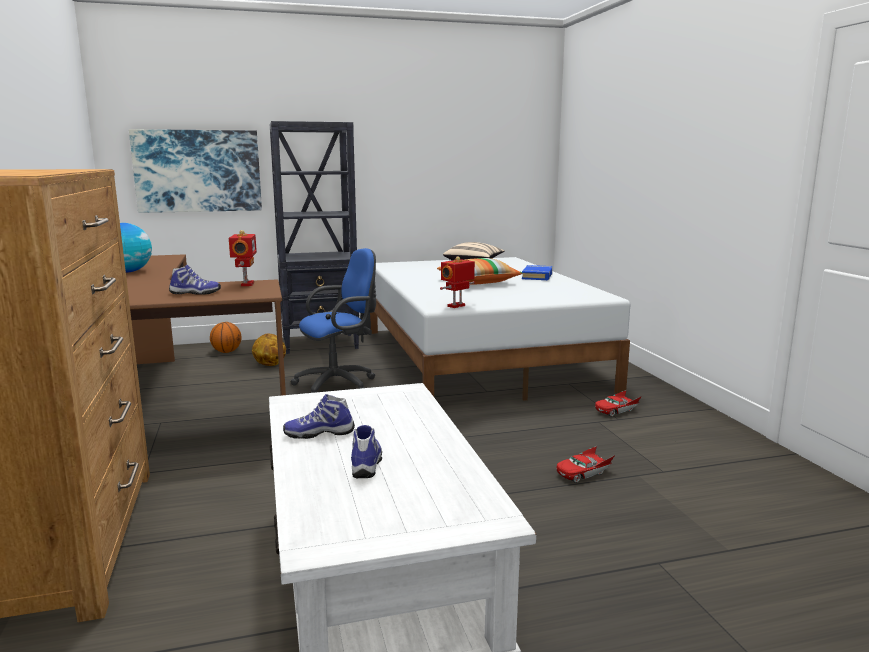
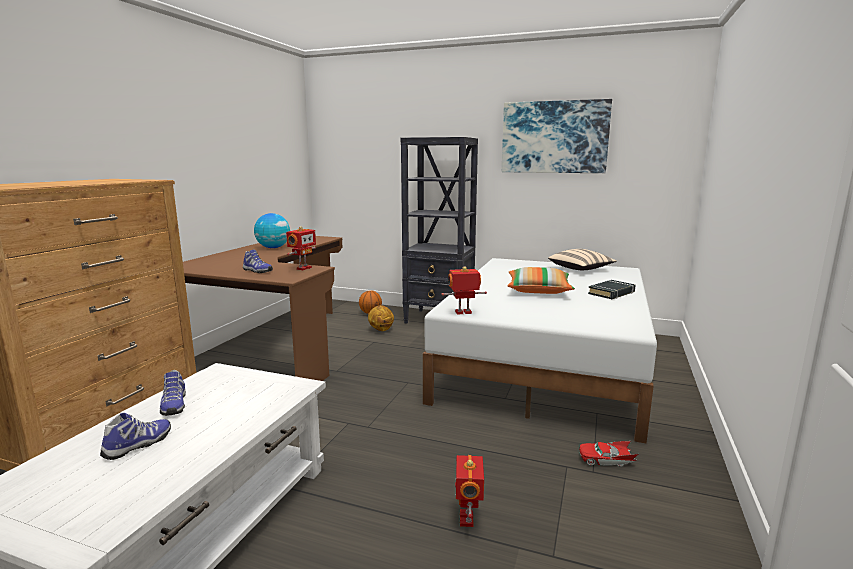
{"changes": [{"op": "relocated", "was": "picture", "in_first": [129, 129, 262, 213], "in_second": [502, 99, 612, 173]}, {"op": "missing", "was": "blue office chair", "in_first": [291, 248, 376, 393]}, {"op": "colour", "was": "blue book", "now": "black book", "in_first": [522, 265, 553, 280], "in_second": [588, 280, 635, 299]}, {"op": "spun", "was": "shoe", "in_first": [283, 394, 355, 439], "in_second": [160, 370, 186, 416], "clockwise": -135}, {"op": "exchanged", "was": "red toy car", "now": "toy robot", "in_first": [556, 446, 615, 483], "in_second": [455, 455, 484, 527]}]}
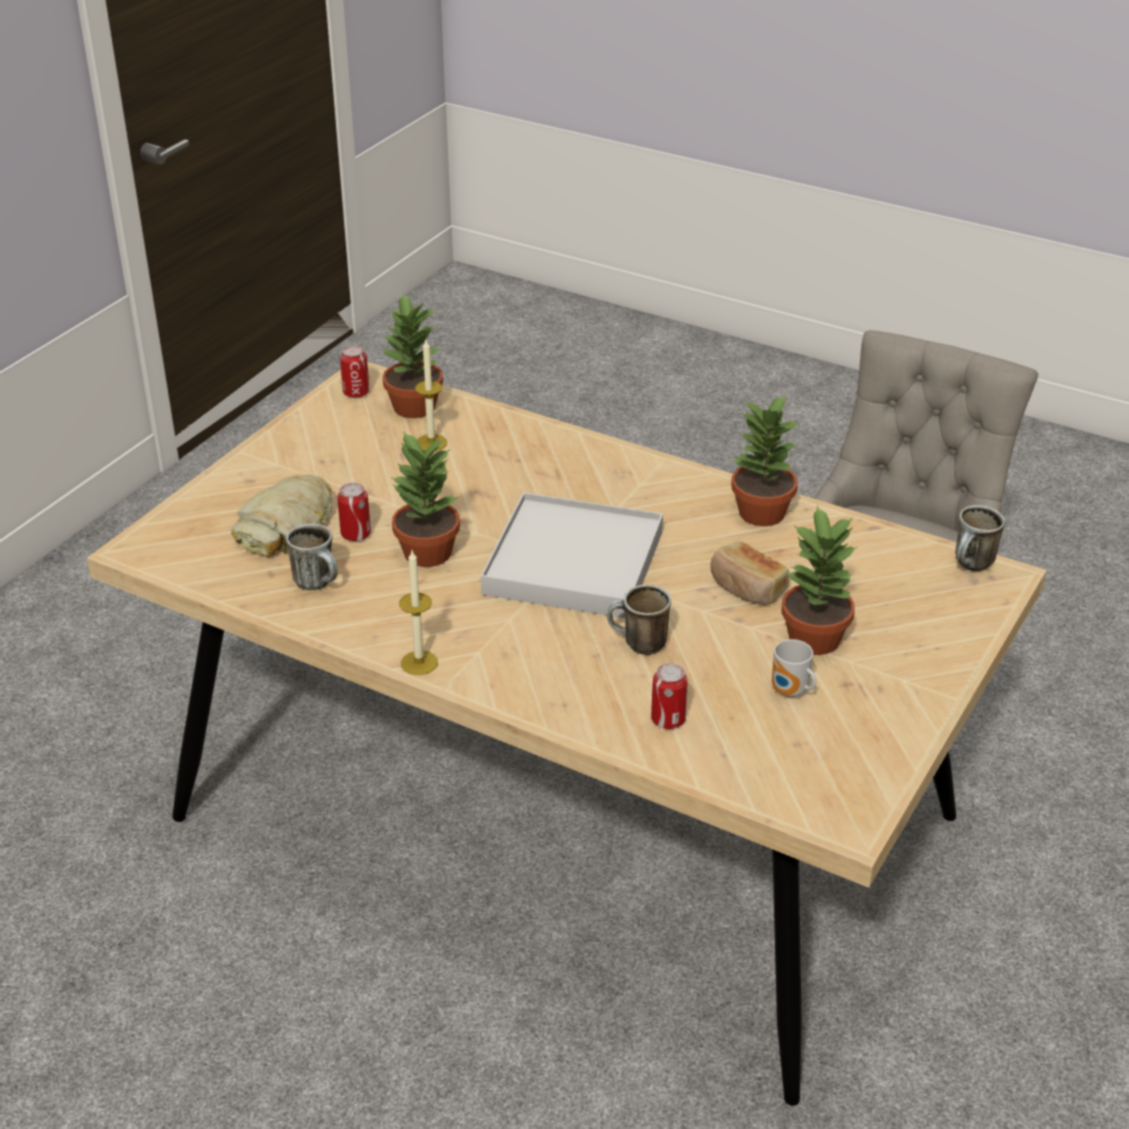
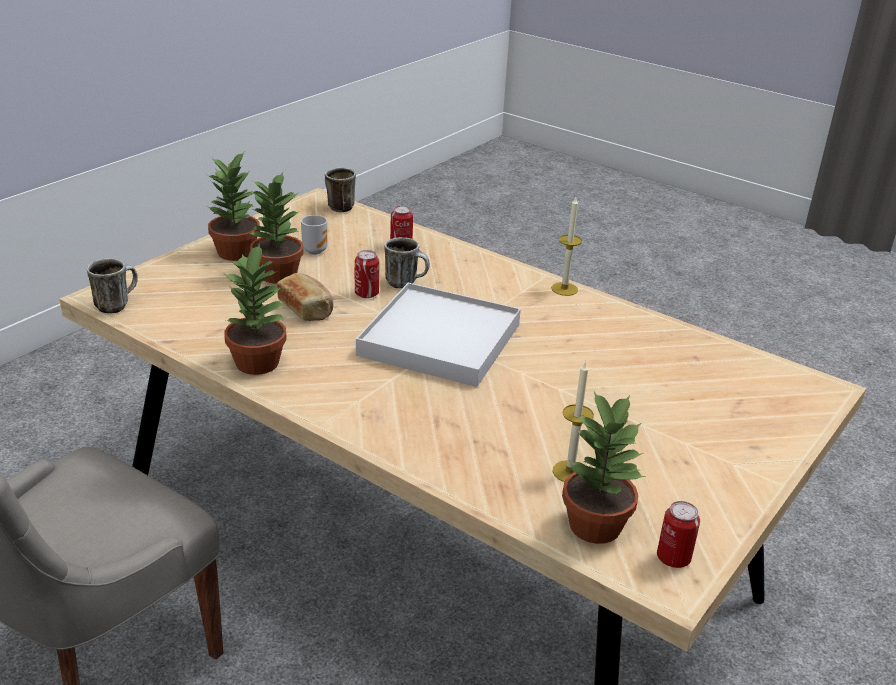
{"changes": [{"op": "relocated", "was": "potted plant", "in_first": [390, 431, 460, 567], "in_second": [207, 152, 260, 261]}, {"op": "missing", "was": "bread", "in_first": [231, 475, 332, 557]}, {"op": "relocated", "was": "can", "in_first": [337, 483, 371, 541], "in_second": [355, 250, 379, 298]}, {"op": "relocated", "was": "mug", "in_first": [286, 524, 338, 590], "in_second": [325, 167, 356, 212]}]}
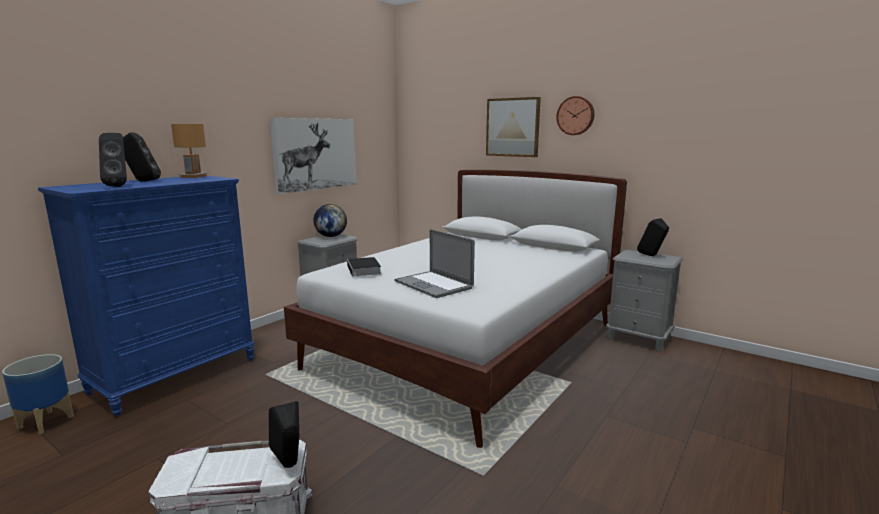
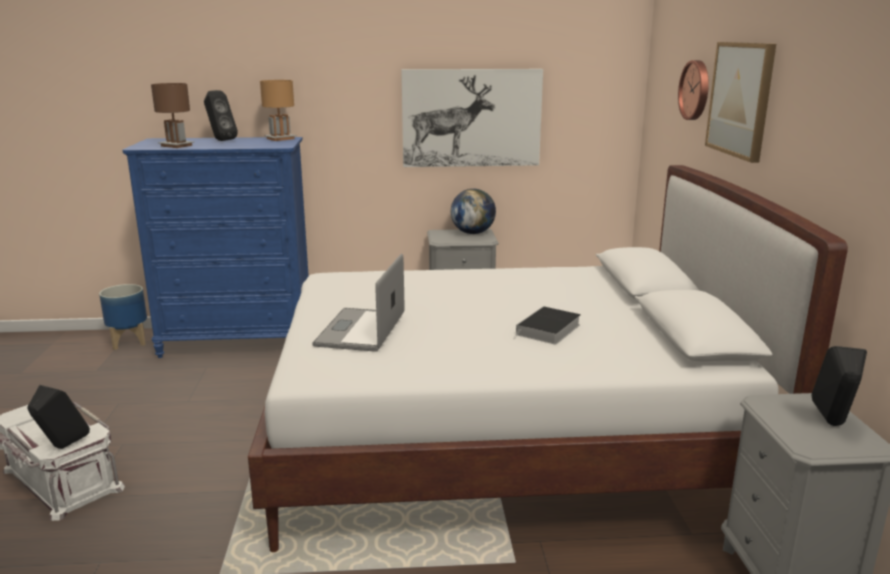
{"changes": [{"op": "relocated", "was": "wall clock", "in_first": [556, 96, 594, 135], "in_second": [678, 60, 709, 120]}, {"op": "exchanged", "was": "black speaker", "now": "brown table lamp", "in_first": [99, 133, 127, 187], "in_second": [151, 83, 194, 148]}, {"op": "relocated", "was": "book", "in_first": [347, 257, 381, 277], "in_second": [513, 306, 581, 345]}]}
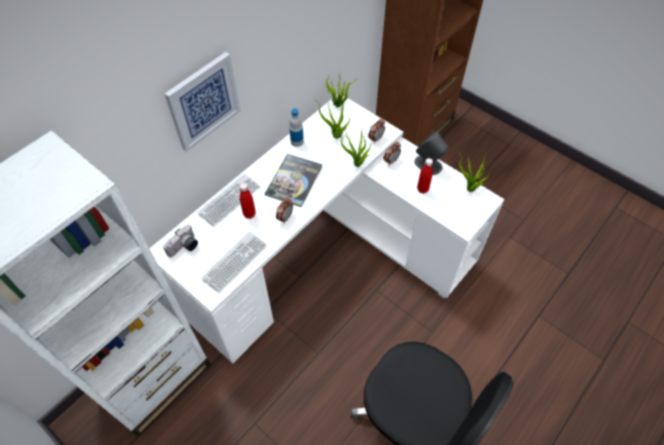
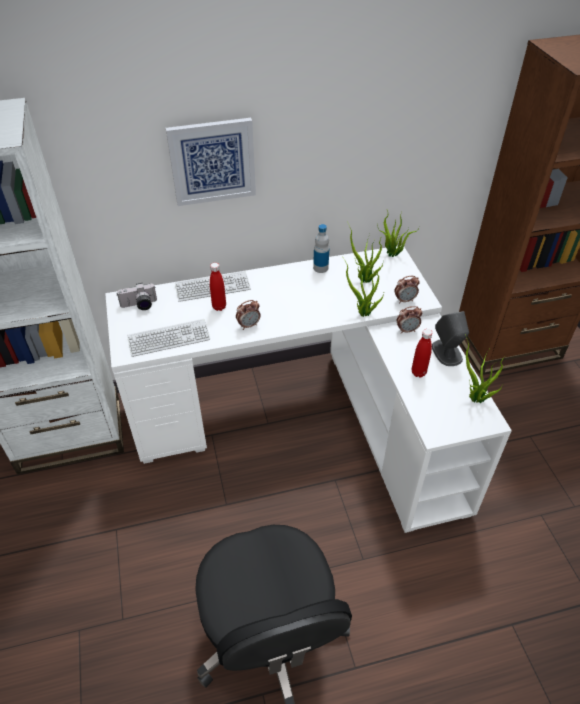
{"changes": [{"op": "missing", "was": "book", "in_first": [265, 154, 322, 207]}]}
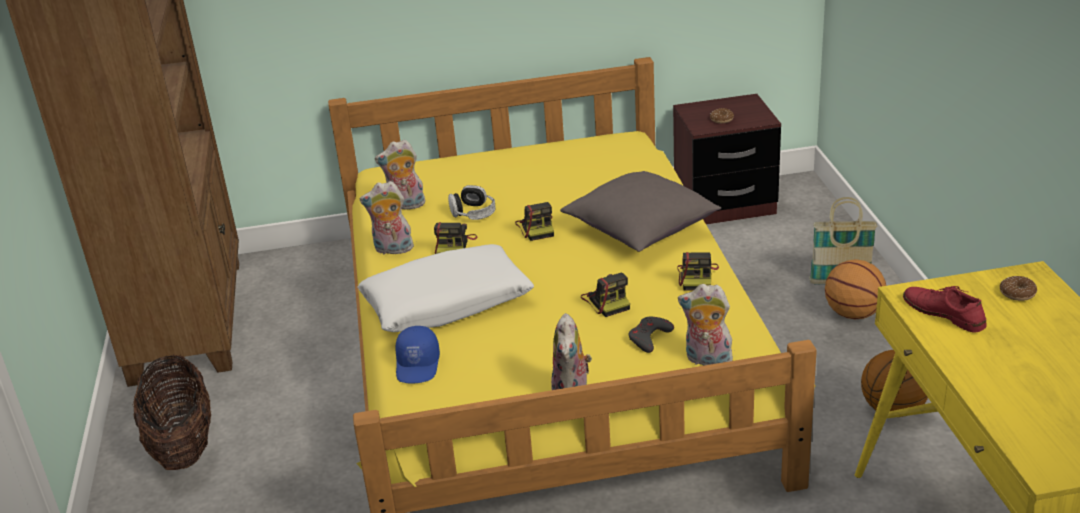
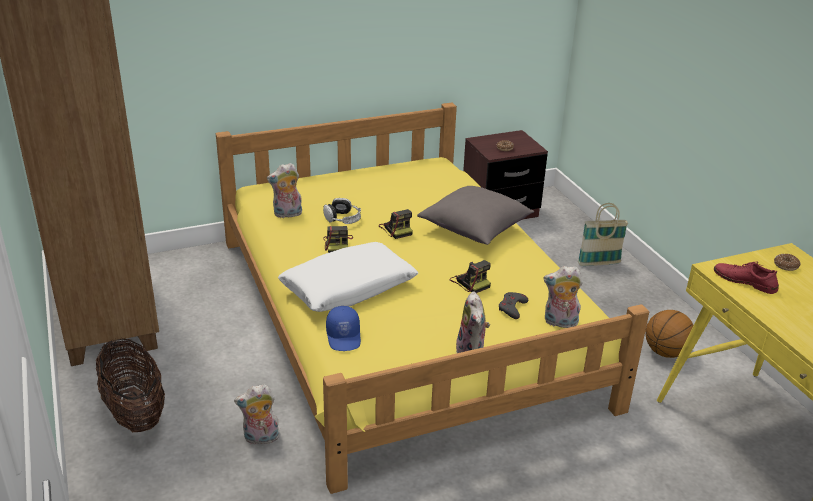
{"changes": [{"op": "relocated", "was": "plush toy", "in_first": [360, 181, 415, 254], "in_second": [234, 384, 280, 445]}, {"op": "missing", "was": "photo camera", "in_first": [677, 252, 719, 291]}, {"op": "missing", "was": "basketball", "in_first": [825, 259, 886, 320]}]}
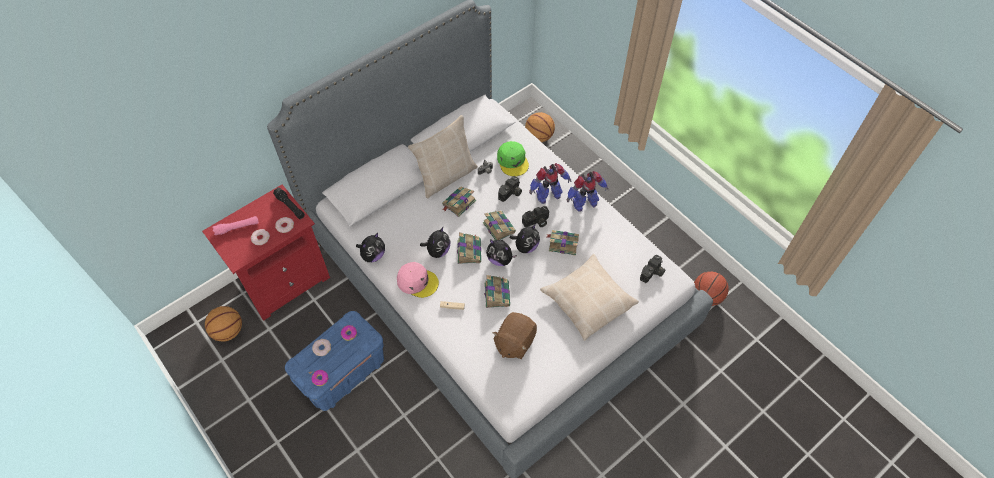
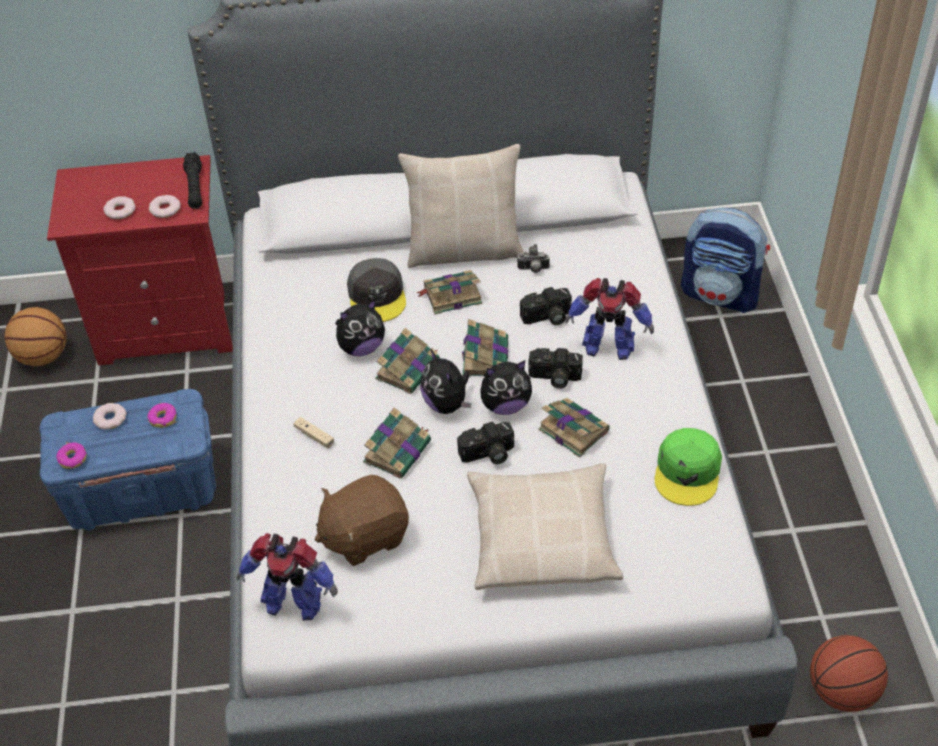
{"changes": [{"op": "exchanged", "was": "basketball", "now": "backpack", "in_first": [525, 112, 555, 142], "in_second": [681, 208, 770, 313]}, {"op": "relocated", "was": "green cap", "in_first": [497, 141, 529, 176], "in_second": [655, 428, 722, 506]}, {"op": "relocated", "was": "toy robot", "in_first": [566, 171, 609, 212], "in_second": [237, 533, 338, 620]}, {"op": "missing", "was": "pink flashlight", "in_first": [212, 216, 259, 235]}, {"op": "missing", "was": "plush toy", "in_first": [356, 233, 385, 262]}, {"op": "relocated", "was": "photo camera", "in_first": [640, 255, 665, 283], "in_second": [457, 422, 514, 464]}, {"op": "missing", "was": "pink cap", "in_first": [397, 262, 439, 298]}, {"op": "appeared", "now": "grey cap", "in_second": [347, 258, 406, 322]}]}
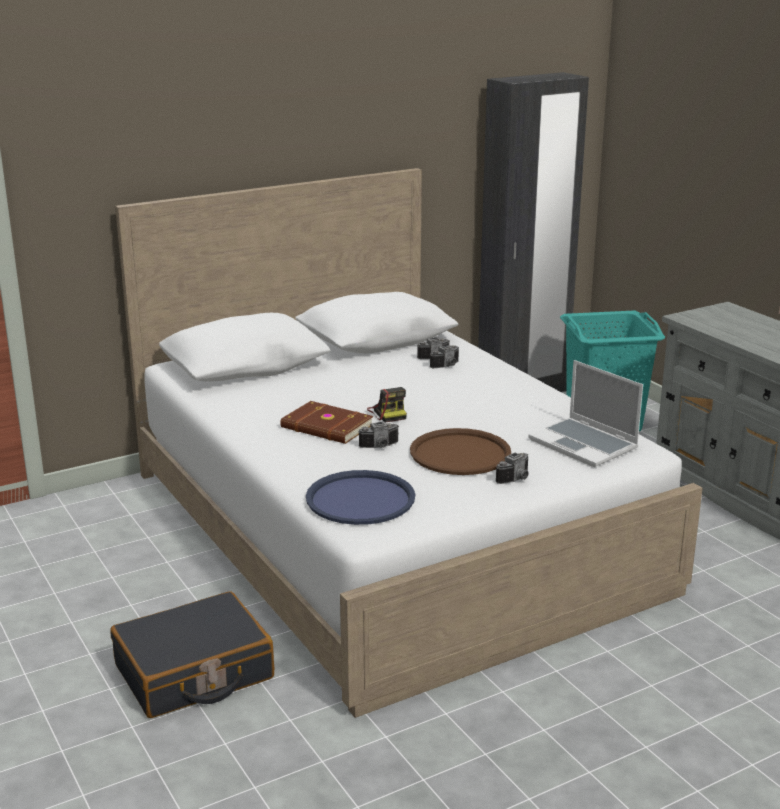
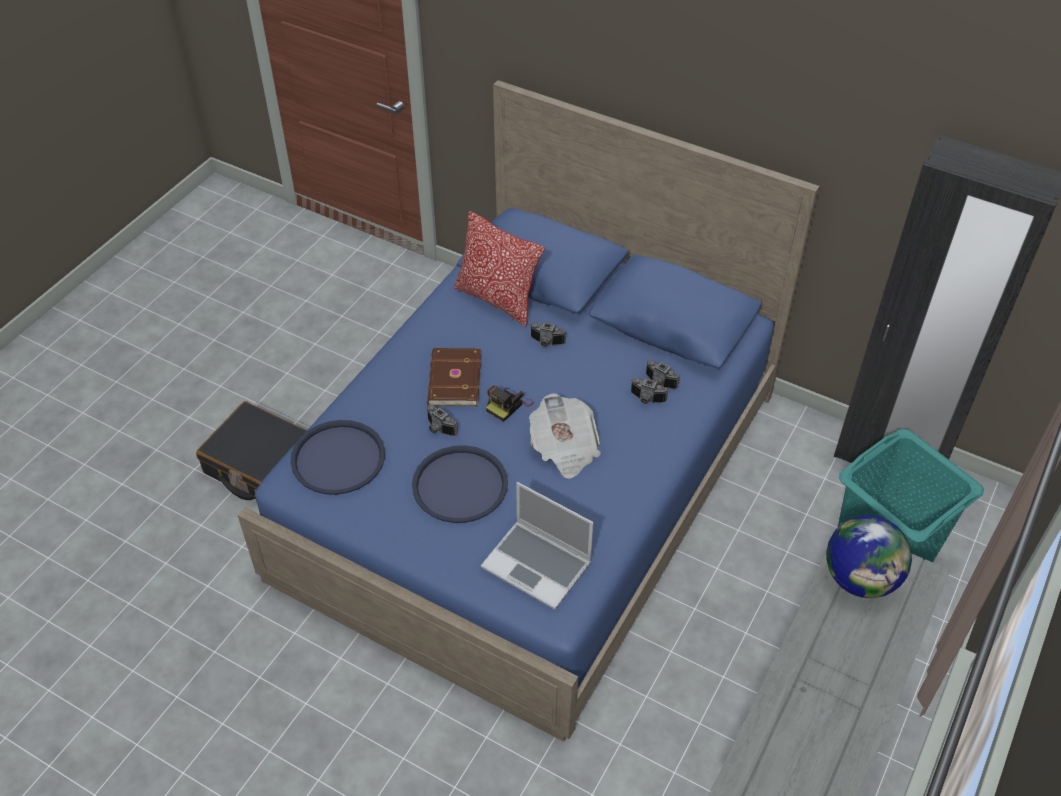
{"changes": [{"op": "colour", "was": "white bed", "now": "blue bed", "in_first": [115, 168, 703, 718], "in_second": [238, 80, 820, 742]}, {"op": "spun", "was": "laptop", "in_first": [528, 360, 643, 467], "in_second": [481, 482, 593, 610], "clockwise": -75}, {"op": "colour", "was": "brown tray", "now": "blue tray", "in_first": [410, 428, 511, 475], "in_second": [412, 445, 508, 523]}, {"op": "relocated", "was": "photo camera", "in_first": [496, 452, 529, 484], "in_second": [530, 322, 566, 347]}, {"op": "appeared", "now": "pillow", "in_second": [454, 211, 545, 326]}, {"op": "appeared", "now": "newspaper", "in_second": [529, 393, 601, 479]}, {"op": "appeared", "now": "globe", "in_second": [826, 515, 912, 598]}]}
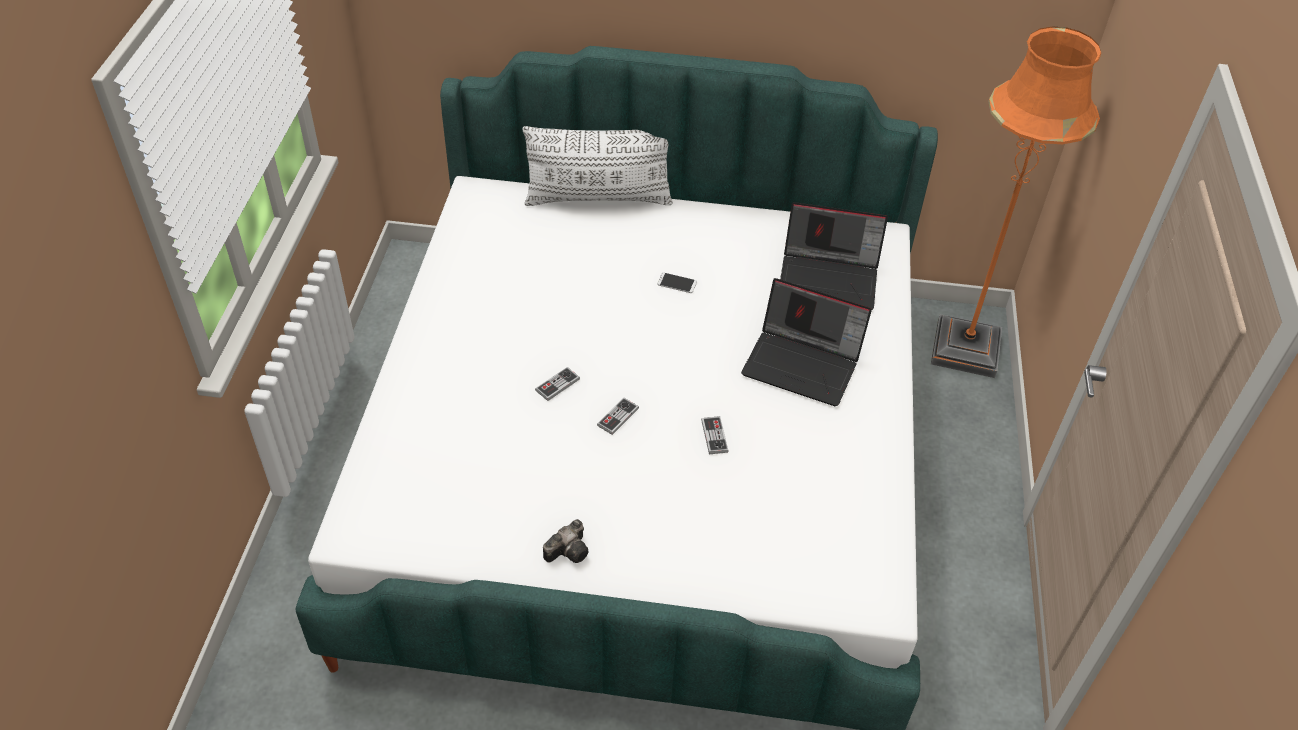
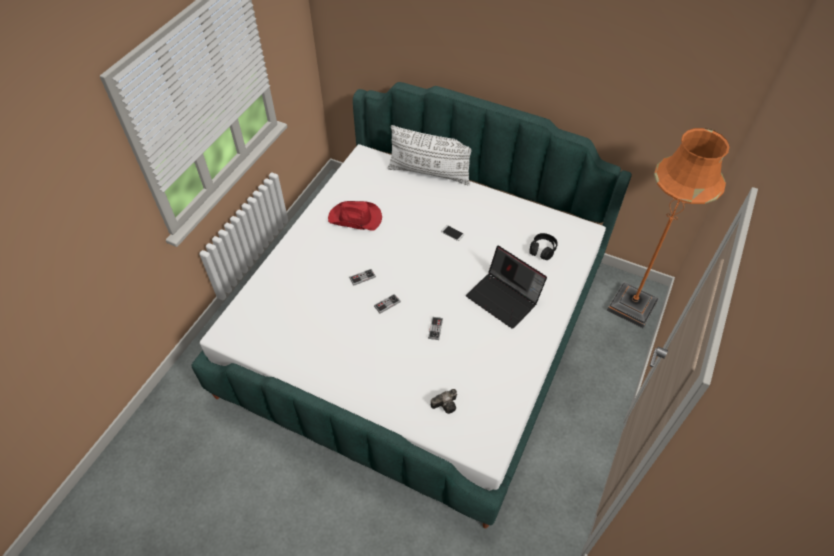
{"changes": [{"op": "exchanged", "was": "laptop", "now": "black headphones", "in_first": [780, 202, 888, 310], "in_second": [530, 233, 558, 260]}, {"op": "relocated", "was": "photo camera", "in_first": [543, 519, 589, 563], "in_second": [431, 389, 457, 414]}, {"op": "appeared", "now": "red hat", "in_second": [328, 201, 382, 231]}]}
